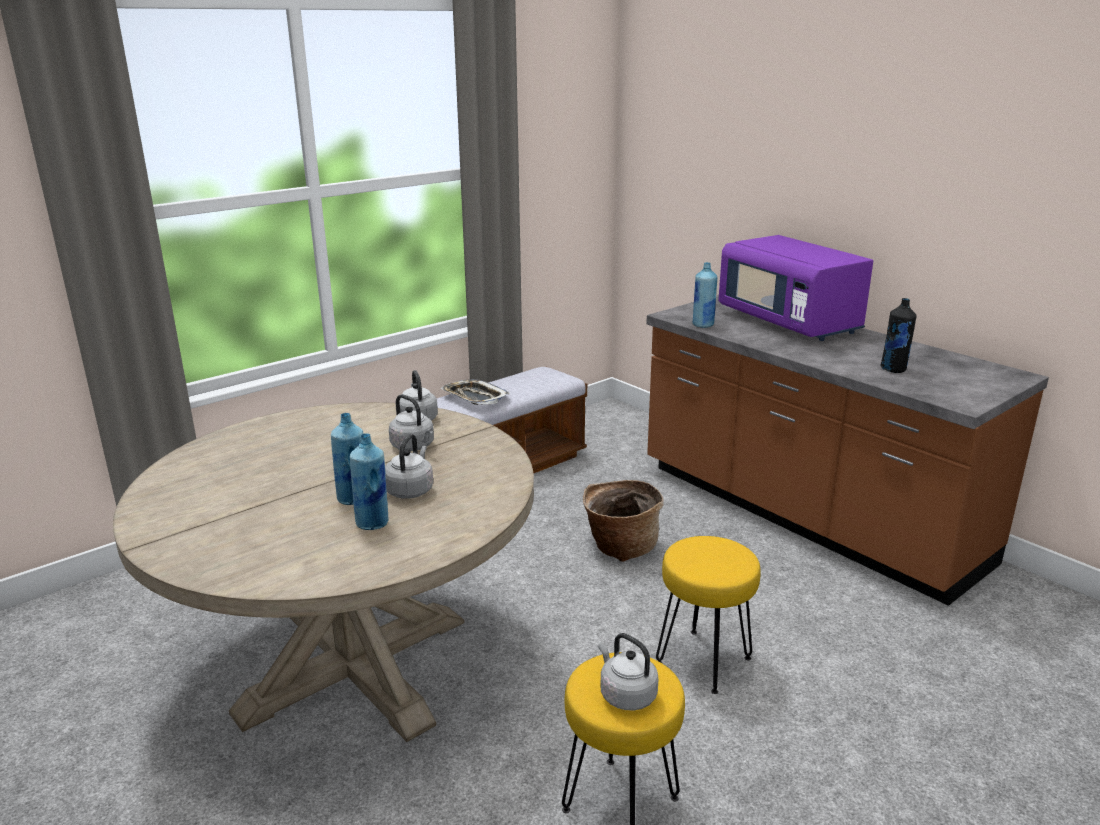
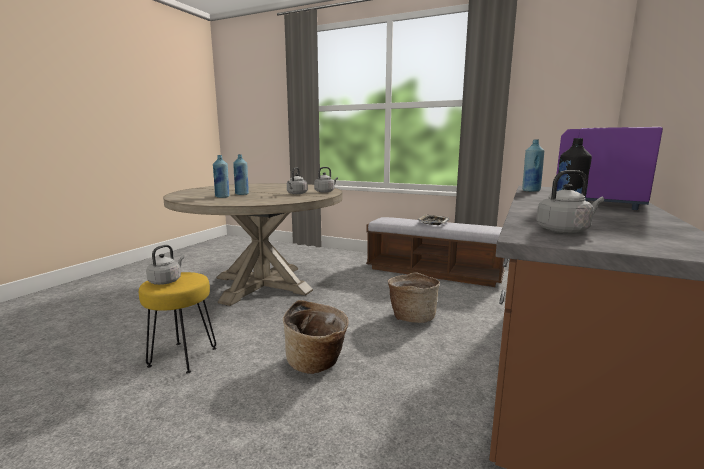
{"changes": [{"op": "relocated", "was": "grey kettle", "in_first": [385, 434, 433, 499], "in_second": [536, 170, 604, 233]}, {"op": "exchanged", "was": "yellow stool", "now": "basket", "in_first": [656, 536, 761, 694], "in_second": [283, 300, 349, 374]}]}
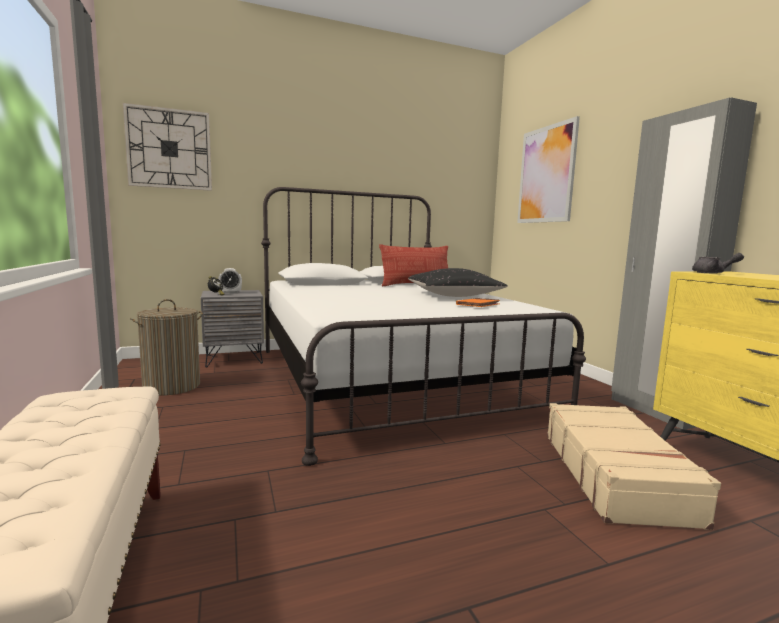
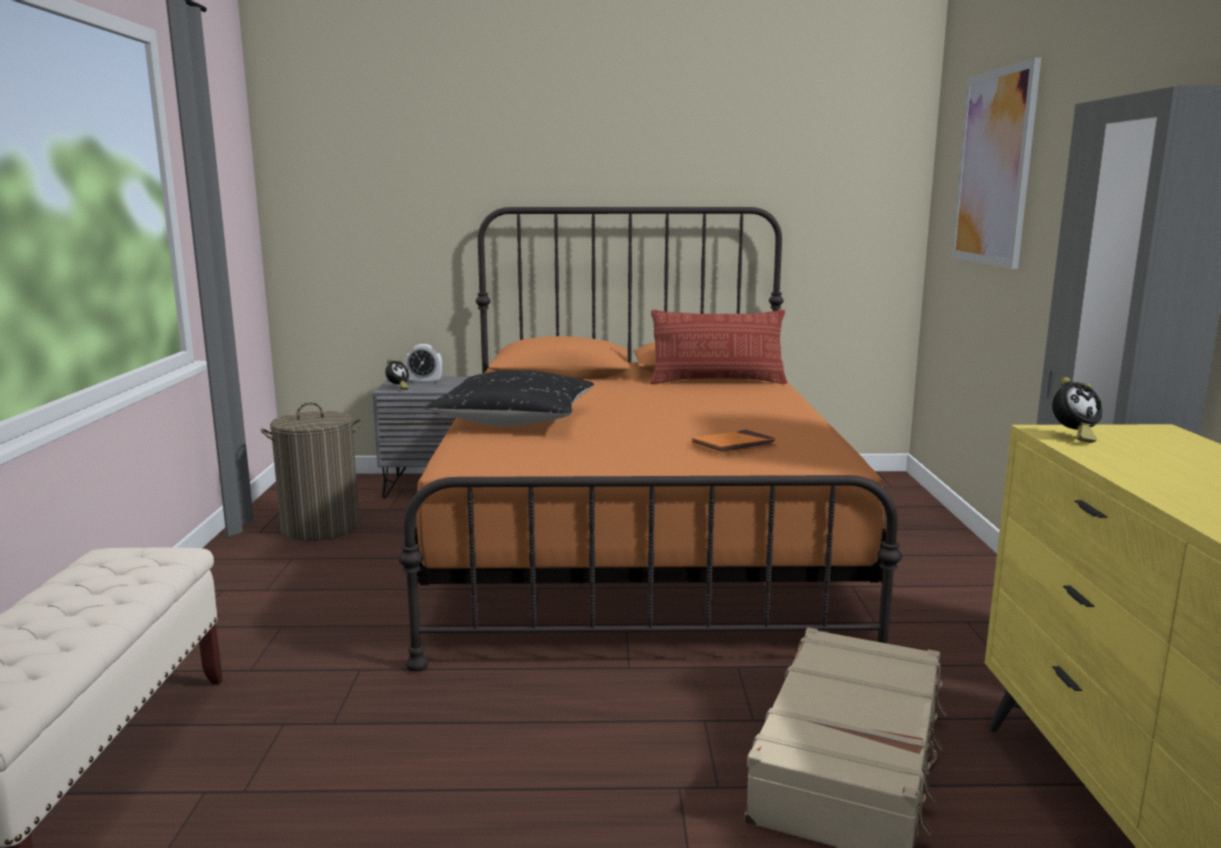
{"changes": [{"op": "missing", "was": "wall clock", "in_first": [123, 103, 212, 191]}, {"op": "colour", "was": "white bed", "now": "orange bed", "in_first": [261, 187, 586, 466], "in_second": [399, 207, 902, 671]}, {"op": "exchanged", "was": "grey teapot", "now": "alarm clock", "in_first": [692, 253, 744, 274], "in_second": [1052, 377, 1102, 443]}, {"op": "relocated", "was": "black pillow", "in_first": [408, 268, 508, 297], "in_second": [425, 370, 594, 426]}]}
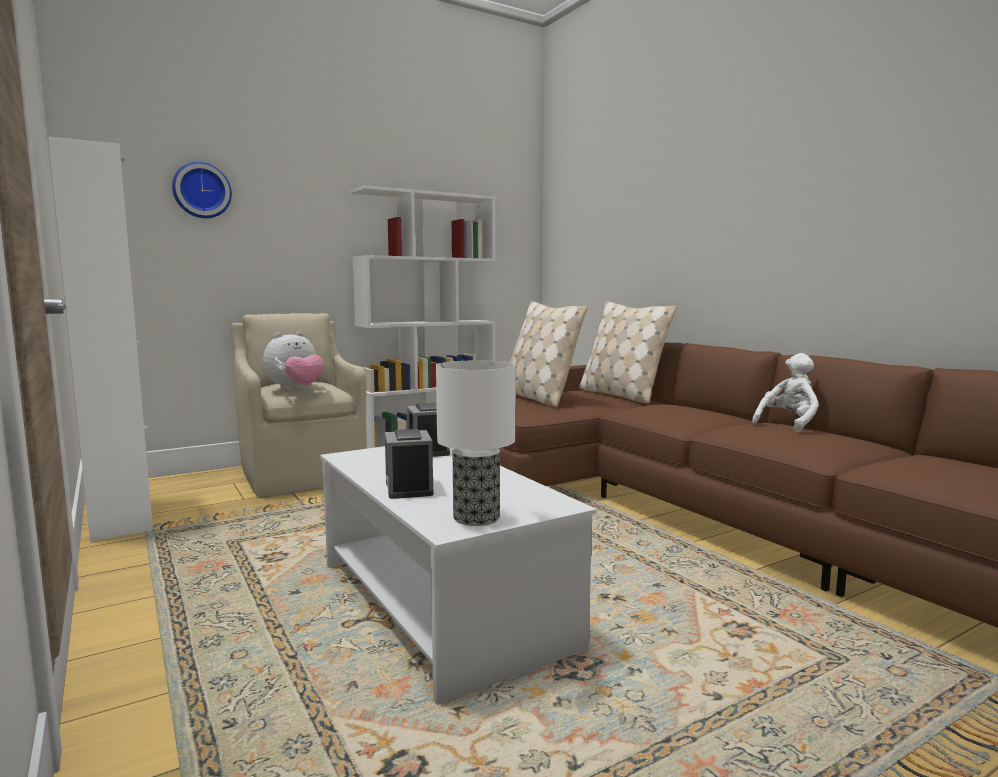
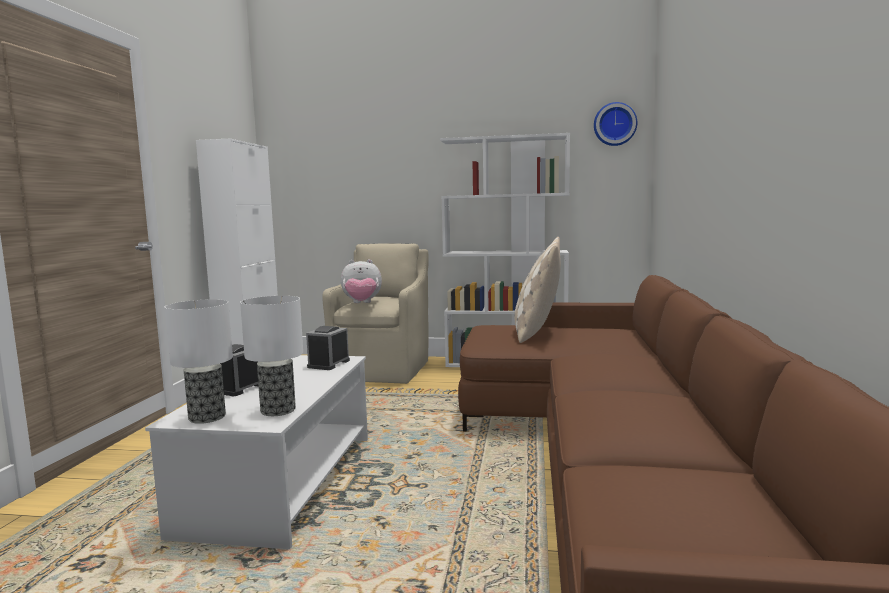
{"changes": [{"op": "relocated", "was": "wall clock", "in_first": [172, 162, 232, 218], "in_second": [594, 102, 637, 146]}, {"op": "missing", "was": "beige pillow", "in_first": [579, 302, 676, 403]}, {"op": "missing", "was": "white plush toy", "in_first": [752, 353, 819, 433]}, {"op": "appeared", "now": "table lamp", "in_second": [240, 296, 303, 416]}]}
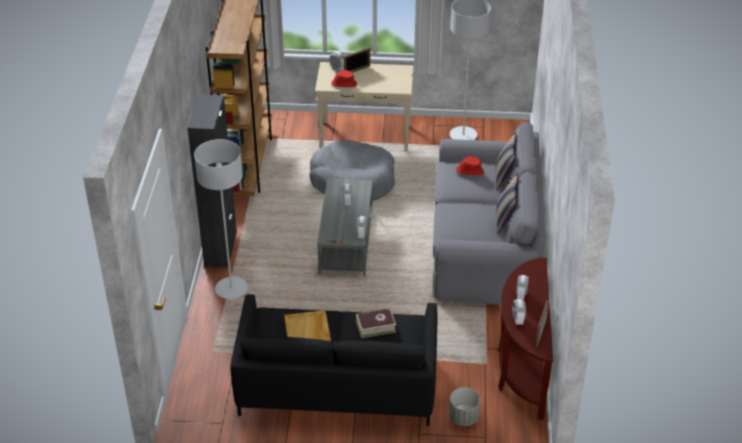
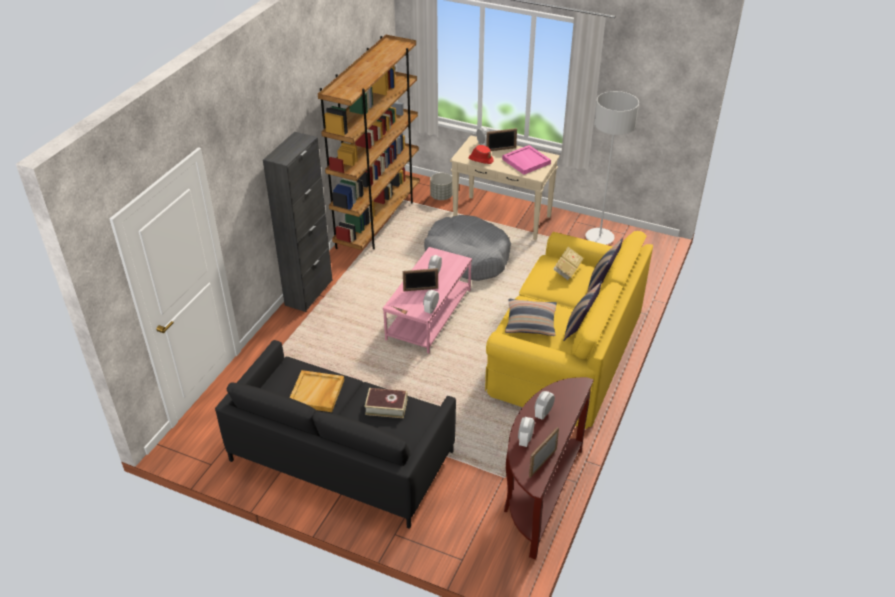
{"changes": [{"op": "colour", "was": "grey sofa", "now": "yellow sofa", "in_first": [433, 122, 545, 305], "in_second": [485, 231, 653, 429]}, {"op": "missing", "was": "grey floor lamp", "in_first": [194, 139, 248, 299]}, {"op": "exchanged", "was": "red hat", "now": "book", "in_first": [456, 156, 484, 175], "in_second": [553, 247, 584, 280]}, {"op": "colour", "was": "grey coffee table", "now": "pink coffee table", "in_first": [317, 178, 373, 277], "in_second": [383, 247, 472, 353]}, {"op": "relocated", "was": "grey planter", "in_first": [449, 387, 480, 426], "in_second": [430, 173, 453, 200]}, {"op": "appeared", "now": "pink tray", "in_second": [502, 145, 551, 175]}, {"op": "appeared", "now": "picture frame", "in_second": [403, 268, 438, 292]}, {"op": "appeared", "now": "pillow", "in_second": [505, 299, 557, 336]}]}
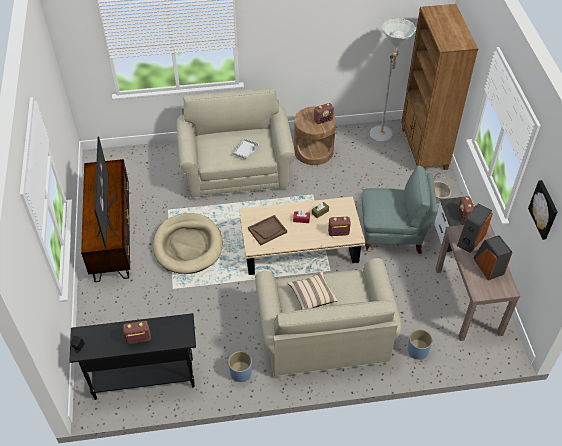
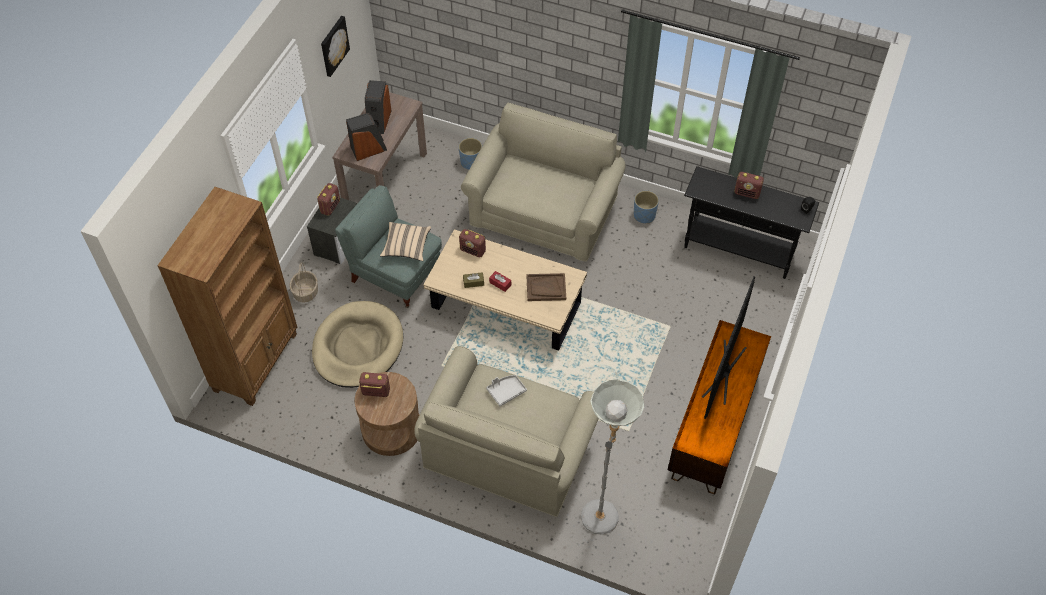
{"changes": [{"op": "relocated", "was": "grey floor lamp", "in_first": [370, 18, 415, 142], "in_second": [581, 379, 644, 535]}, {"op": "relocated", "was": "beige dog bed", "in_first": [153, 213, 223, 274], "in_second": [312, 301, 403, 388]}, {"op": "relocated", "was": "beige pillow", "in_first": [288, 271, 338, 309], "in_second": [380, 222, 431, 261]}]}
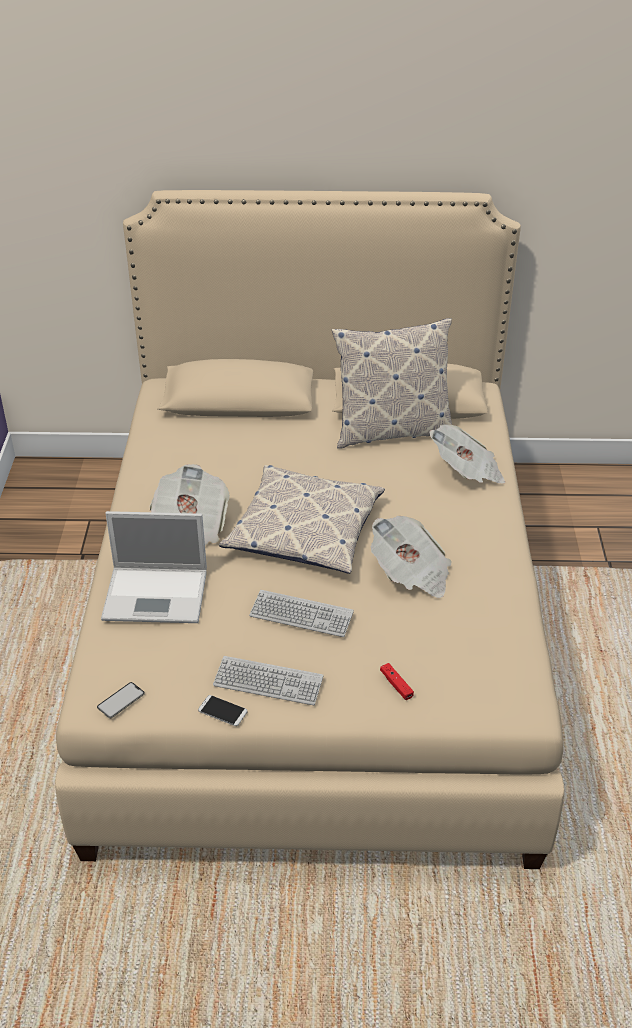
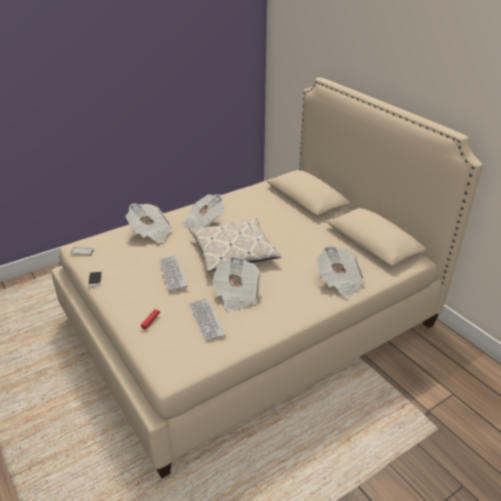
{"changes": [{"op": "missing", "was": "pillow", "in_first": [332, 318, 452, 449]}, {"op": "exchanged", "was": "laptop", "now": "newspaper", "in_first": [101, 511, 207, 623], "in_second": [126, 203, 173, 243]}, {"op": "relocated", "was": "keyboard", "in_first": [213, 656, 324, 705], "in_second": [189, 297, 226, 342]}]}
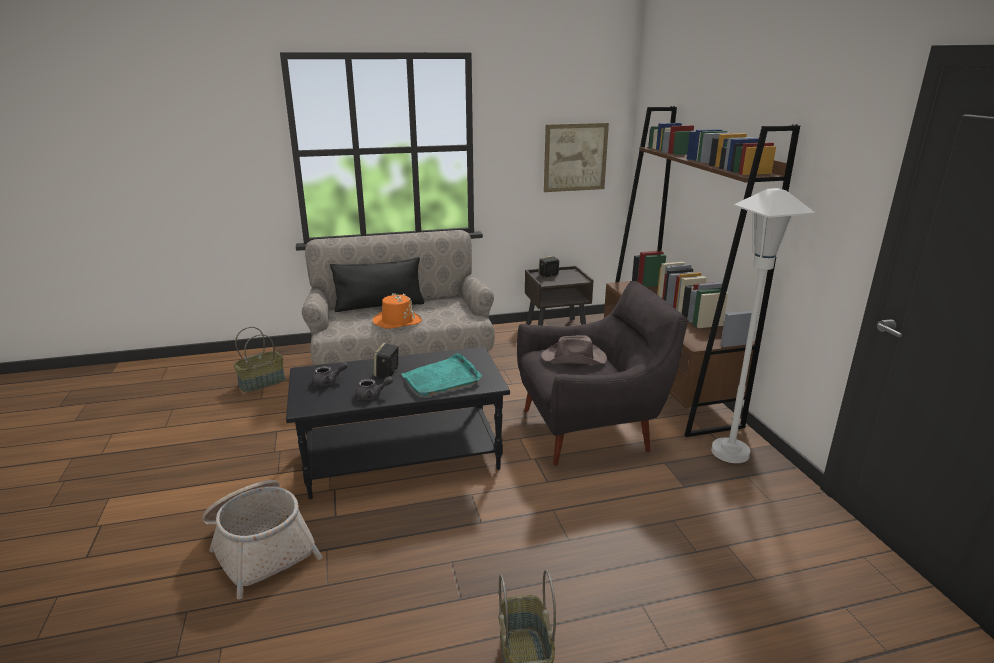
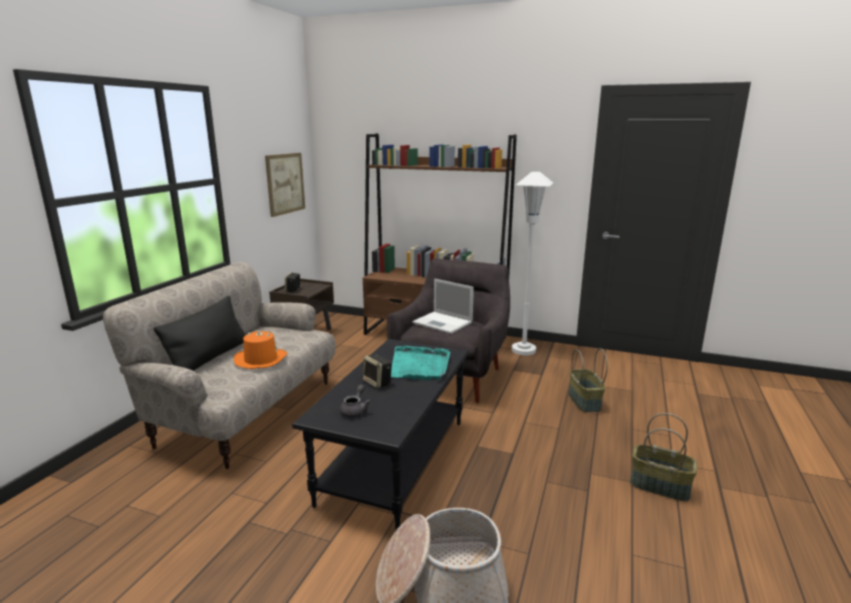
{"changes": [{"op": "relocated", "was": "basket", "in_first": [233, 327, 285, 393], "in_second": [568, 348, 608, 412]}, {"op": "exchanged", "was": "brown hat", "now": "laptop", "in_first": [541, 335, 607, 365], "in_second": [412, 279, 474, 334]}, {"op": "missing", "was": "grey teapot", "in_first": [355, 377, 393, 400]}]}
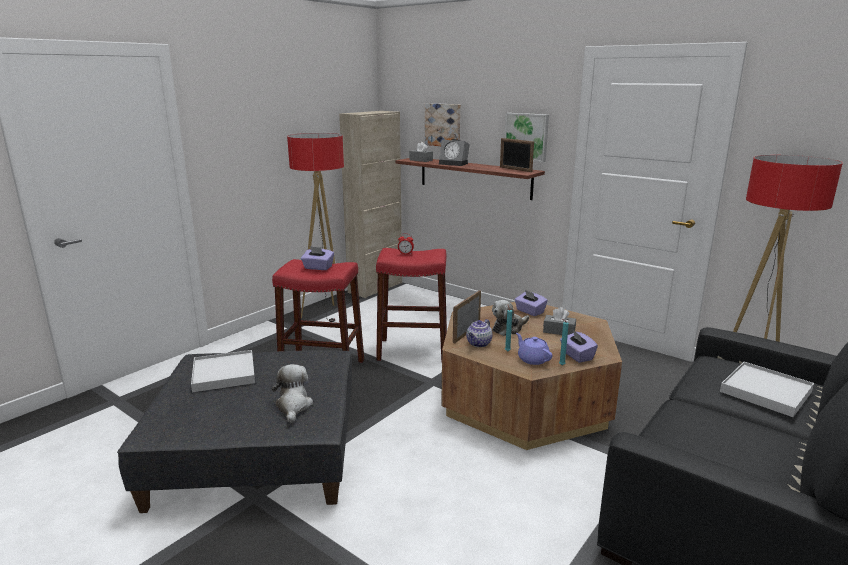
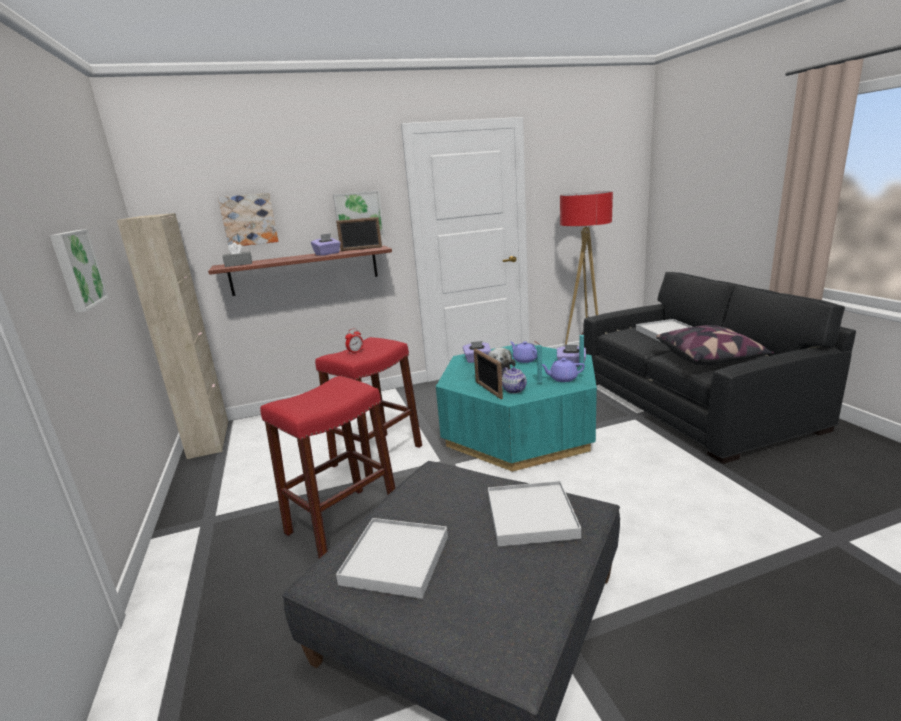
{"changes": [{"op": "missing", "was": "floor lamp", "in_first": [287, 133, 344, 322]}, {"op": "missing", "was": "alarm clock", "in_first": [439, 139, 470, 166]}, {"op": "relocated", "was": "purple tissue box", "in_first": [301, 246, 334, 270], "in_second": [311, 233, 341, 256]}, {"op": "colour", "was": "brown coffee table", "now": "turquoise coffee table", "in_first": [441, 302, 622, 450], "in_second": [436, 344, 597, 472]}, {"op": "exchanged", "was": "grey tissue box", "now": "purple teapot", "in_first": [543, 307, 576, 335], "in_second": [510, 341, 537, 363]}, {"op": "exchanged", "was": "plush toy", "now": "white tray", "in_first": [272, 364, 313, 423], "in_second": [488, 481, 581, 547]}, {"op": "appeared", "now": "picture", "in_second": [50, 229, 109, 313]}, {"op": "appeared", "now": "pillow", "in_second": [656, 325, 774, 365]}]}
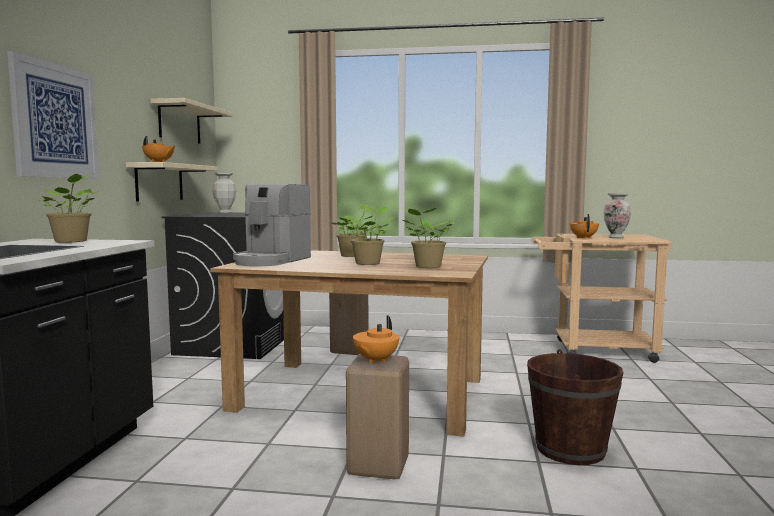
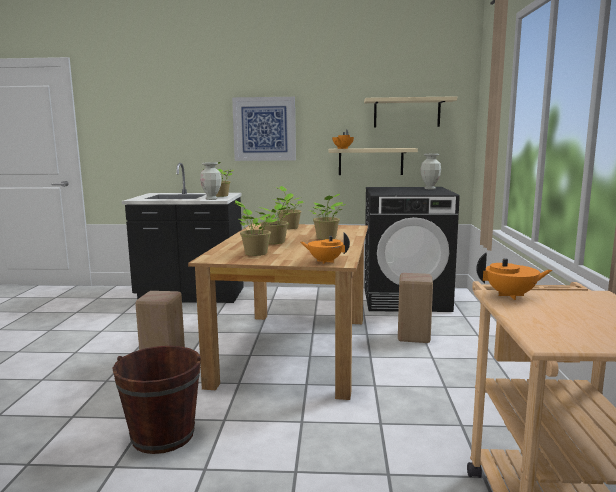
{"changes": [{"op": "exchanged", "was": "coffee machine", "now": "potted plant", "in_first": [233, 184, 311, 266], "in_second": [273, 186, 305, 229]}, {"op": "relocated", "was": "vase", "in_first": [604, 193, 631, 238], "in_second": [200, 162, 222, 200]}, {"op": "relocated", "was": "orange teapot", "in_first": [353, 315, 399, 364], "in_second": [301, 232, 350, 264]}]}
